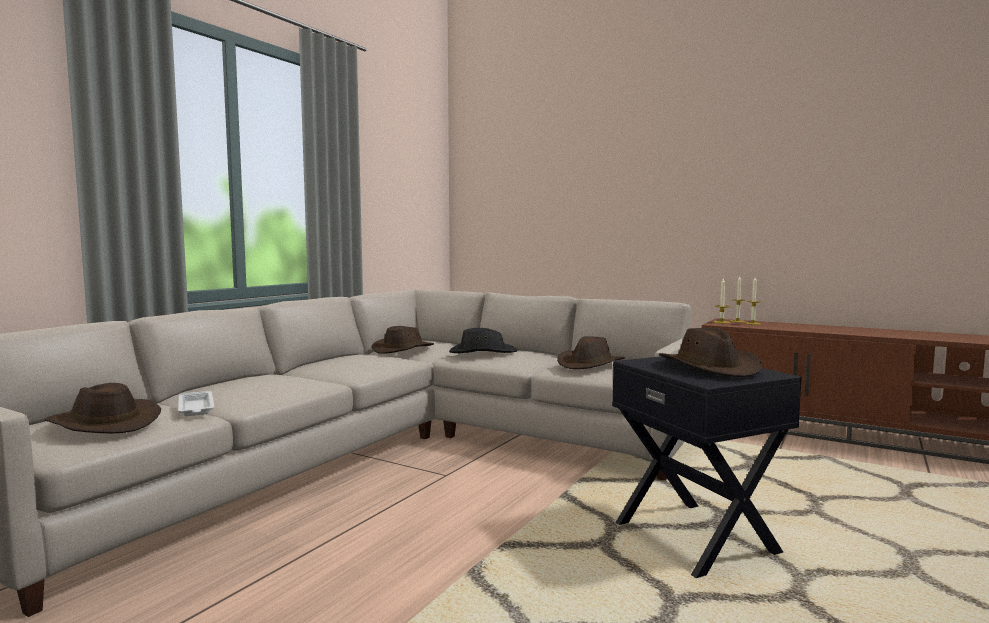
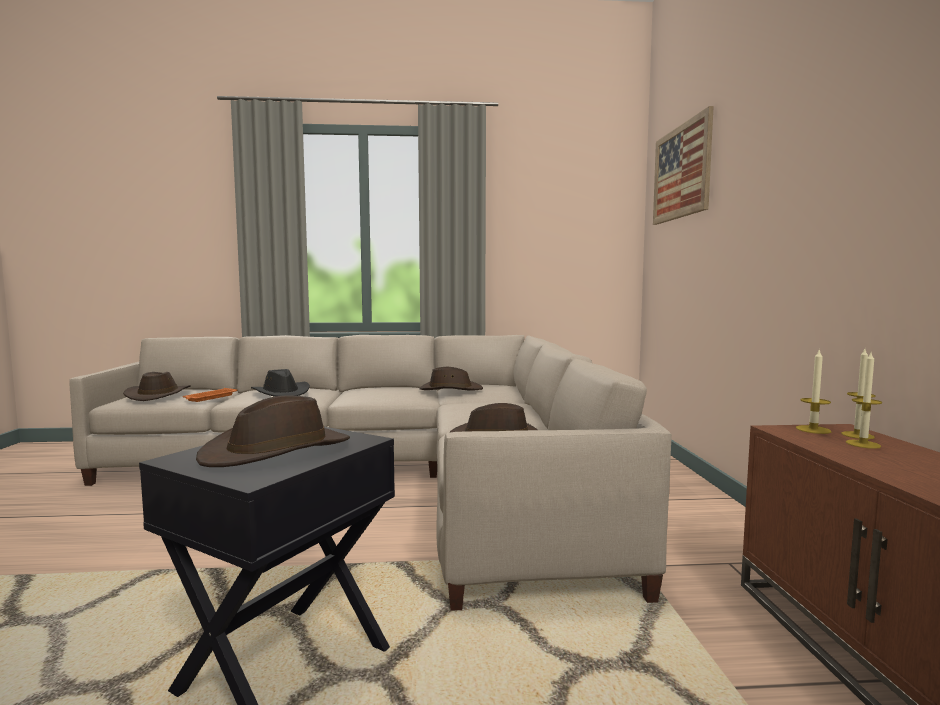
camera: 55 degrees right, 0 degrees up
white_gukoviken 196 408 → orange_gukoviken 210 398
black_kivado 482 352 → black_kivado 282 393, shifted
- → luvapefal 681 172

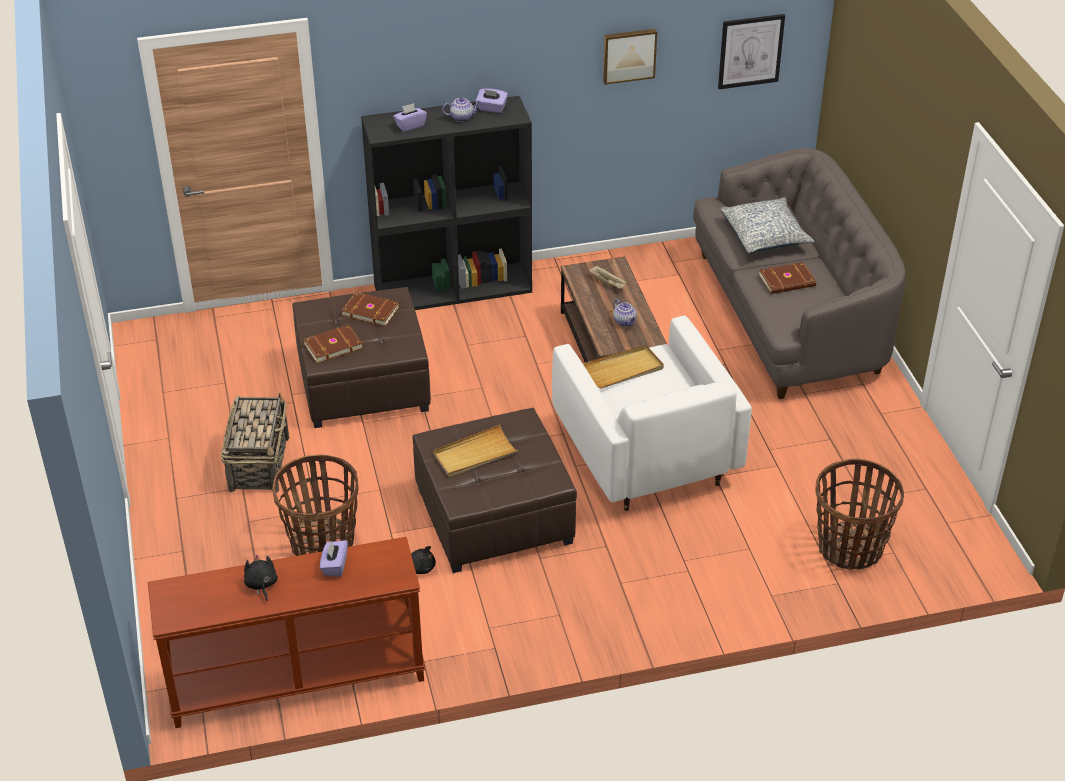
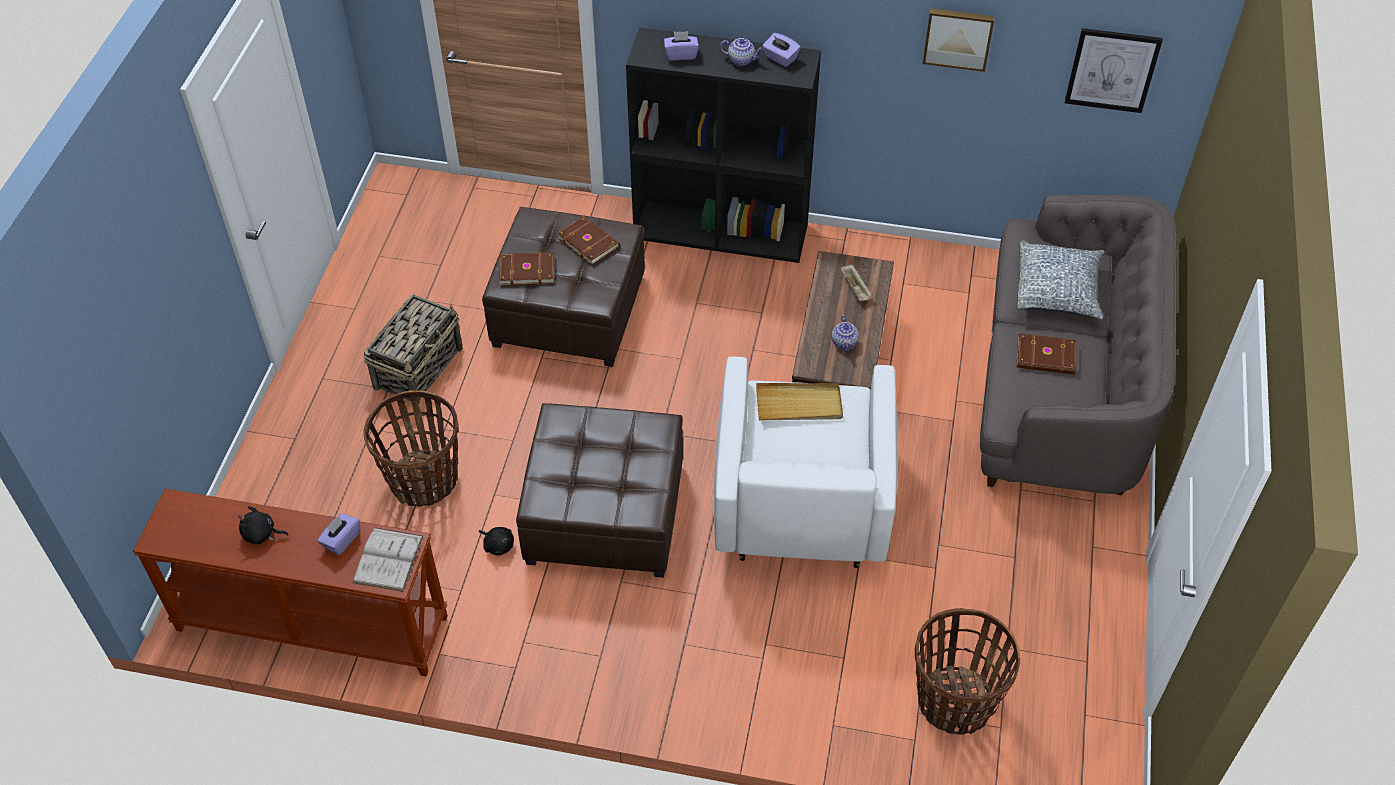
camera: 25 degrees right, 10 degrees up
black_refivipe 261 585 → black_refivipe 261 534, 90 degrees counterclockwise
- → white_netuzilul 388 559
beige_gukoviken 475 454 → -

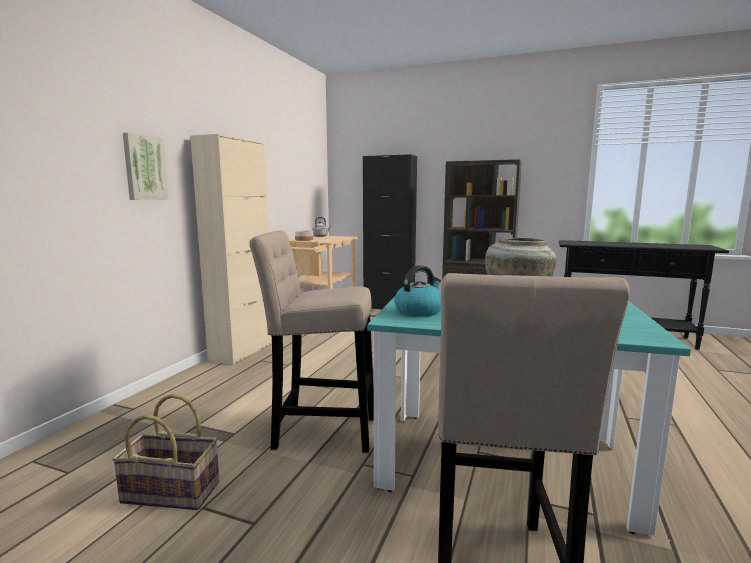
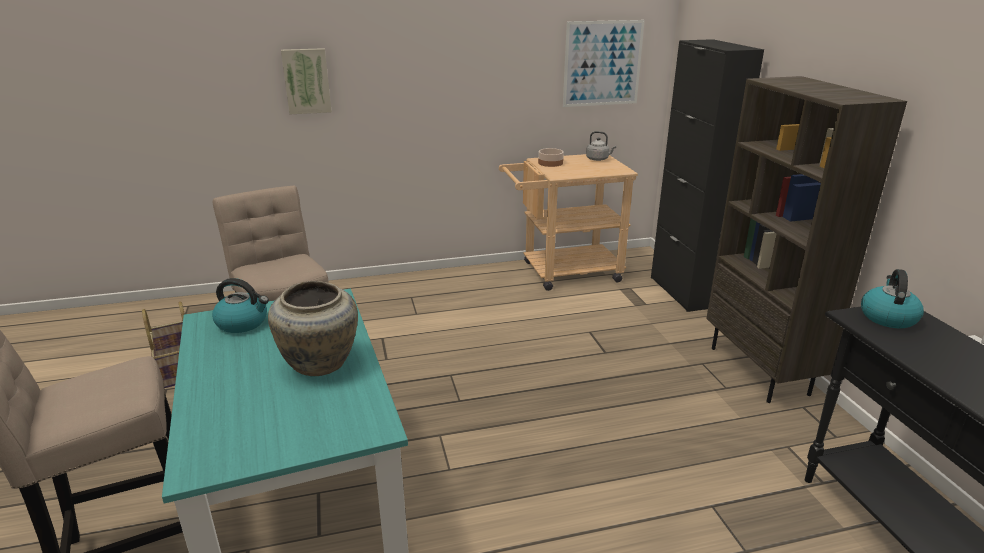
camera: 55 degrees right, 15 degrees up
- → luvapefal 602 63
- → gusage 887 317
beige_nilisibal 242 351 → -

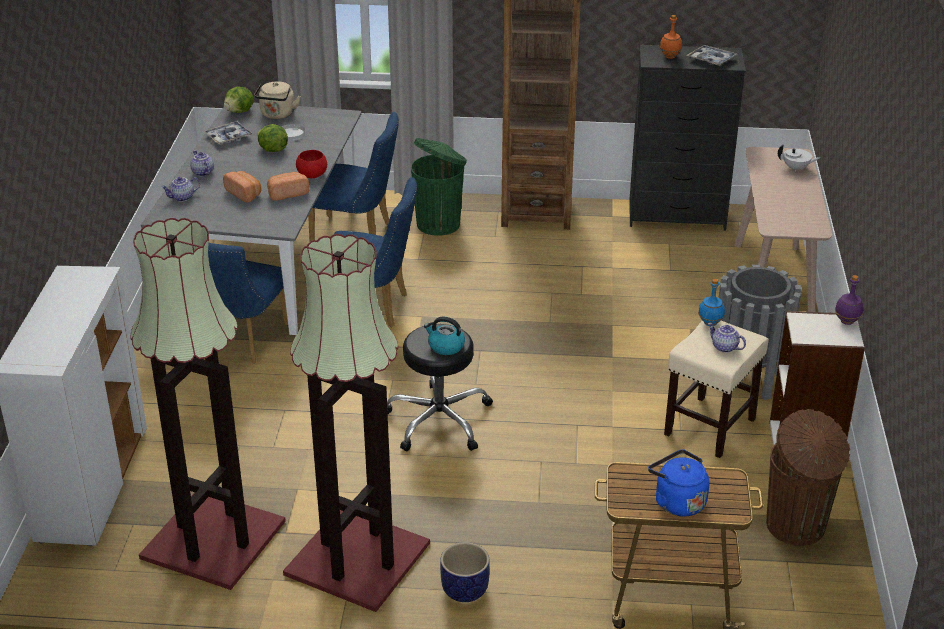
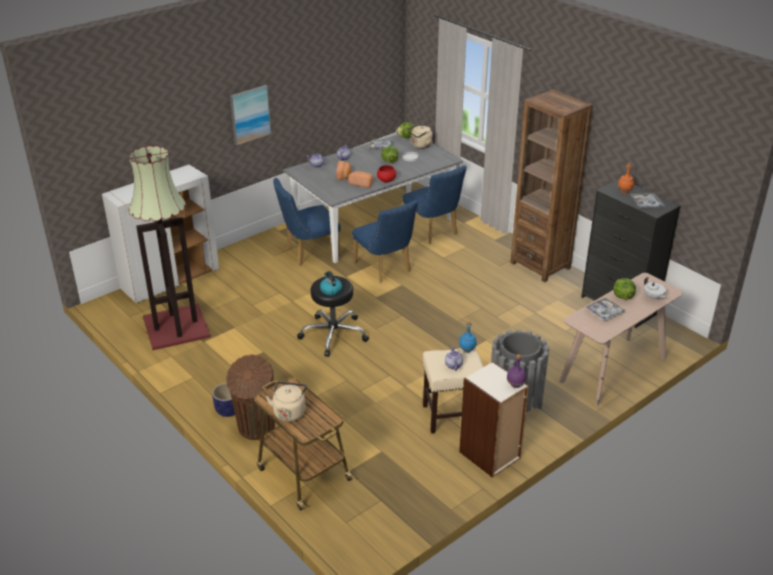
camera: 45 degrees right, 0 degrees up
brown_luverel 796 527 → brown_luverel 256 428, shifted
- → luvapefal 250 114
blue_gusage 677 501 → beige_gusage 289 411
- → gukoviken 604 312
- → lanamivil 622 296
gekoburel 357 557 → -
green_luverel 439 223 → -

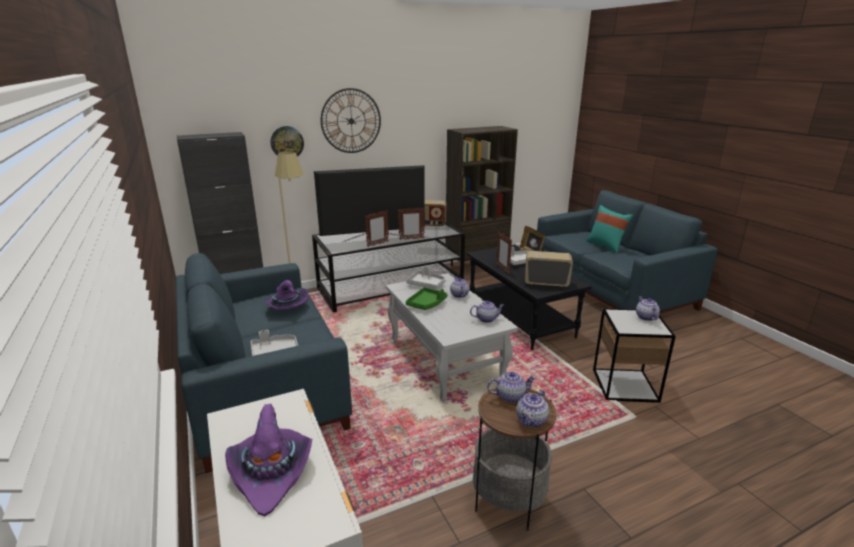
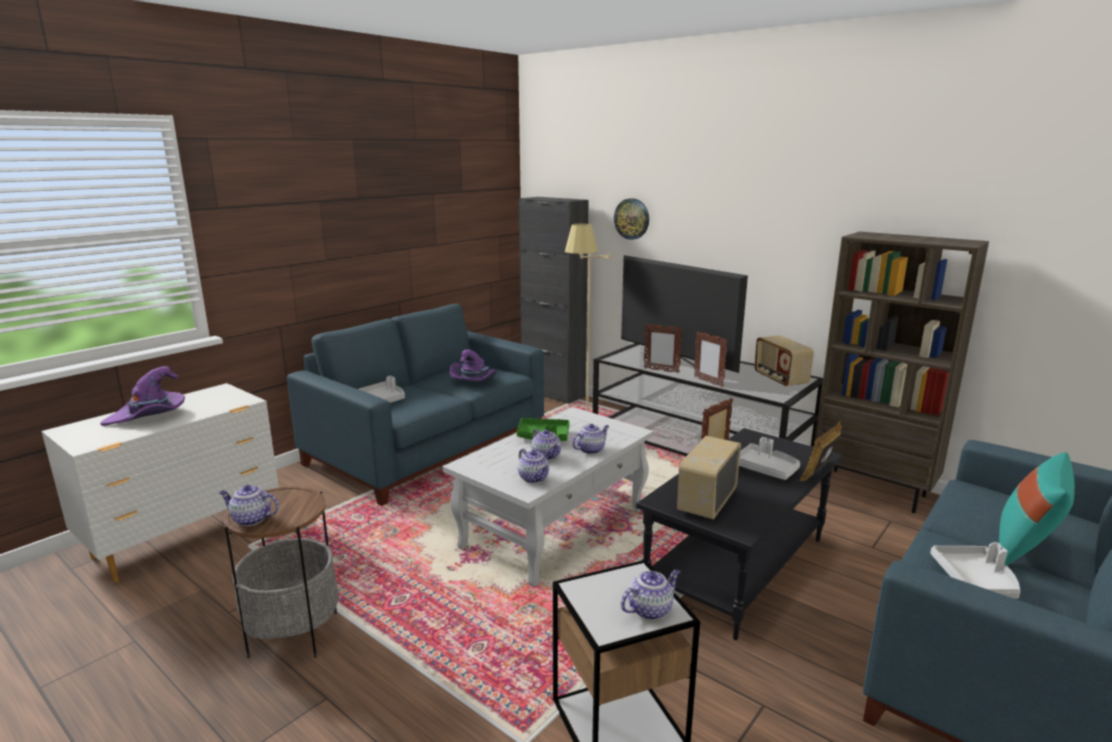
camera: 65 degrees right, 5 degrees down
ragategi 510 396 → ragategi 546 456, shifted
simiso 546 283 → simiso 706 502, 135 degrees counterclockwise
grey_gukoviken 426 284 → grey_gukoviken 975 581, shifted
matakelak 351 121 → -

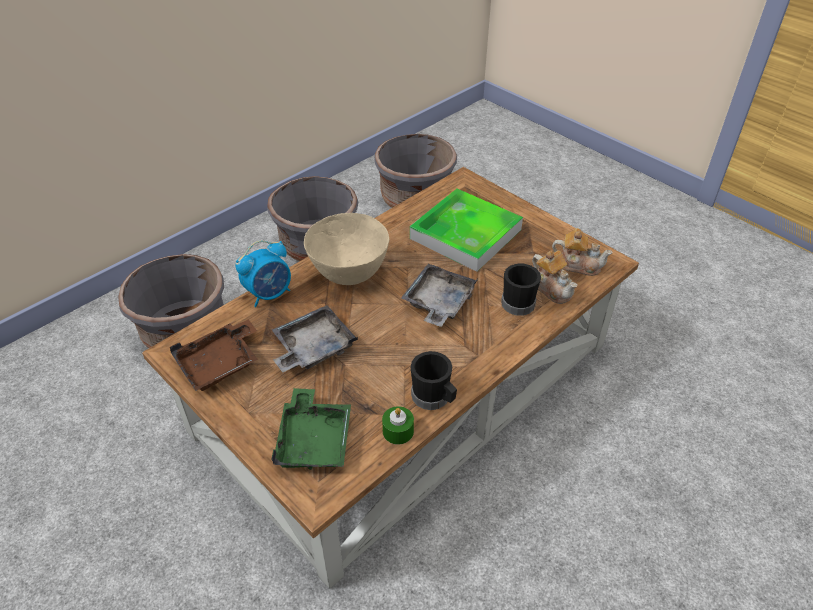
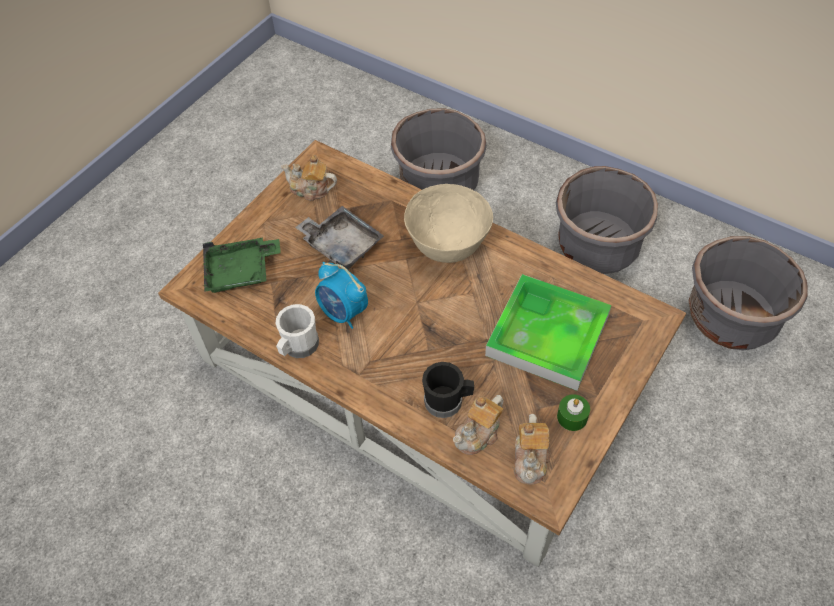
camera: 80 degrees right, 10 degrees up
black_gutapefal 434 398 → white_gutapefal 298 346
brown_gukoviken 220 364 → ragategi 311 189
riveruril 269 294 → riveruril 343 313, shifted
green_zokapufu 398 431 → green_zokapufu 572 417, shifted
grey_gukoviken 438 303 → -

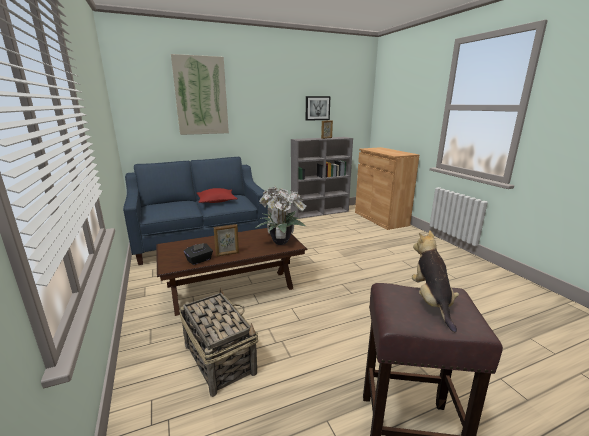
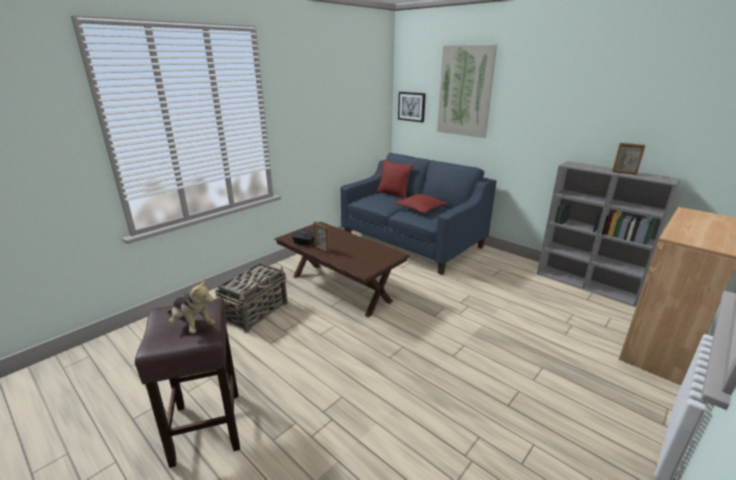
camera: 65 degrees right, 5 degrees up
refivipe 431 302 → refivipe 192 325, 60 degrees clockwise
- → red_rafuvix 393 194
luvapefal 317 108 → luvapefal 412 106, shifted
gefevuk 279 241 → -

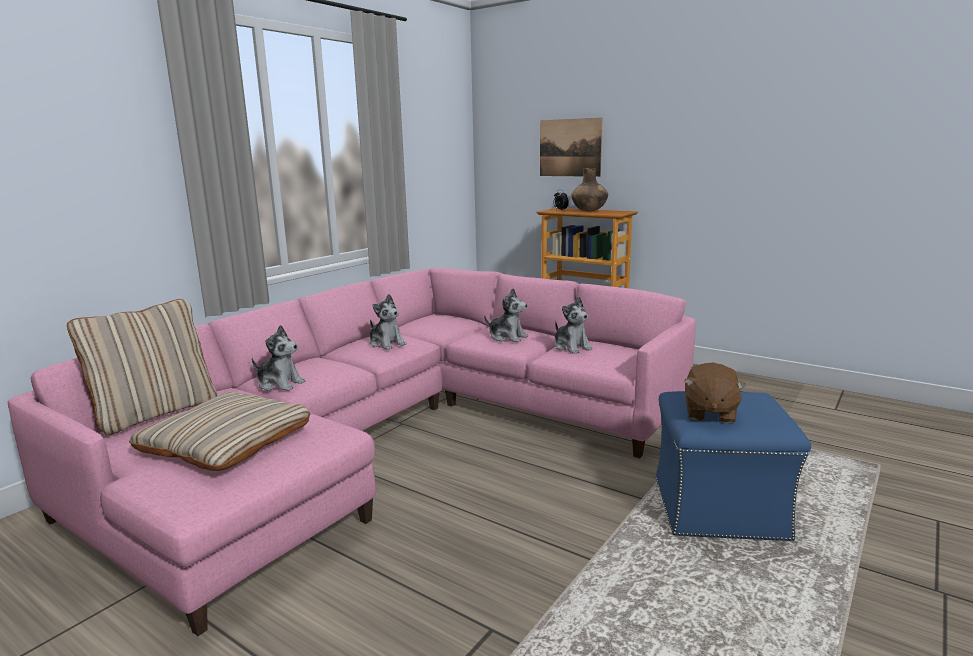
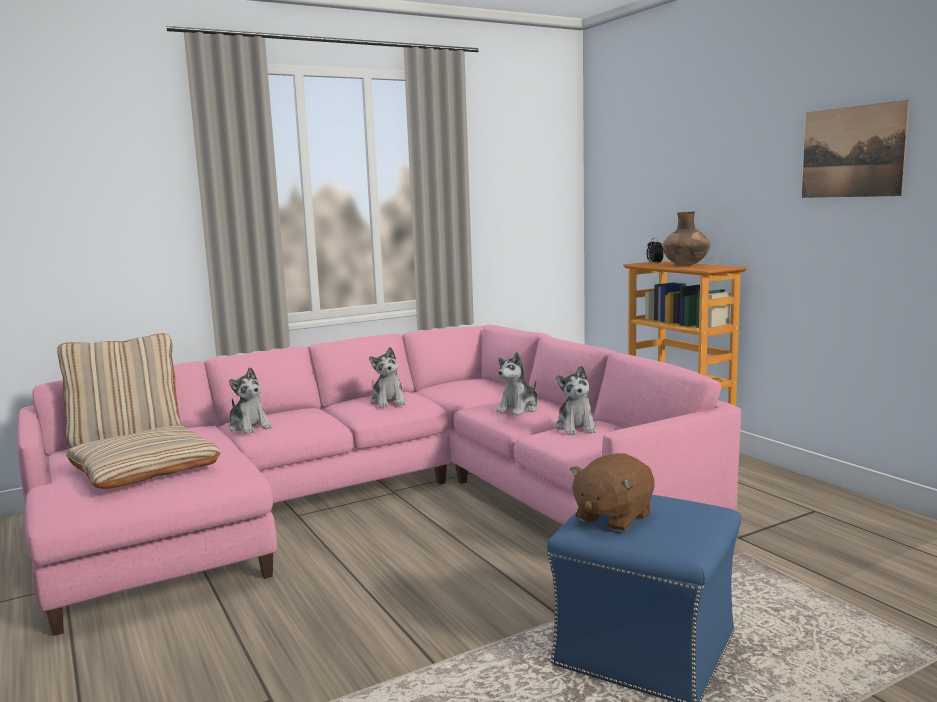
camera: 25 degrees right, 5 degrees down
refivipe 507 337 → refivipe 519 409, 75 degrees clockwise
luvapefal 570 148 → luvapefal 852 152, shifted

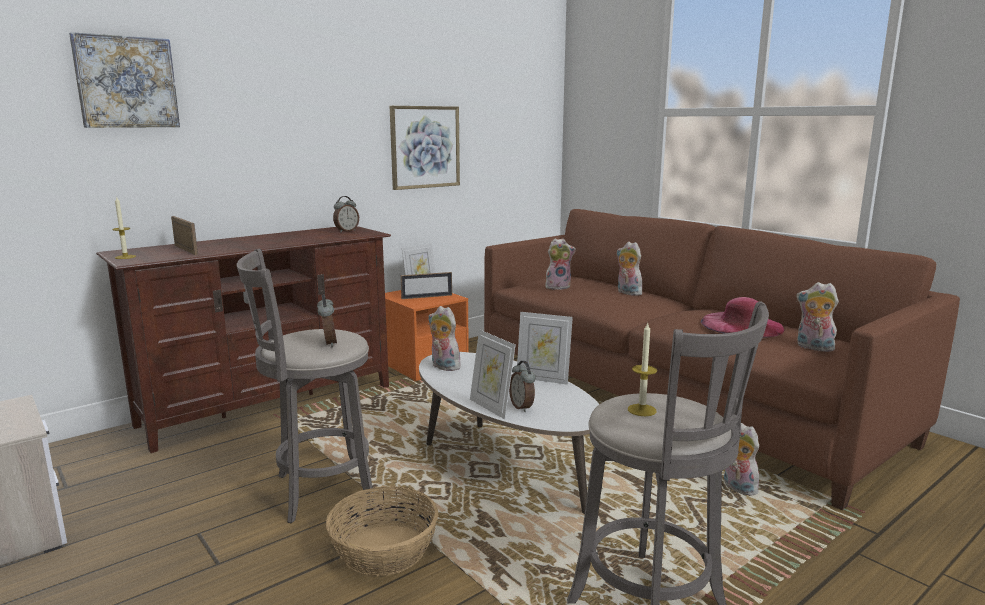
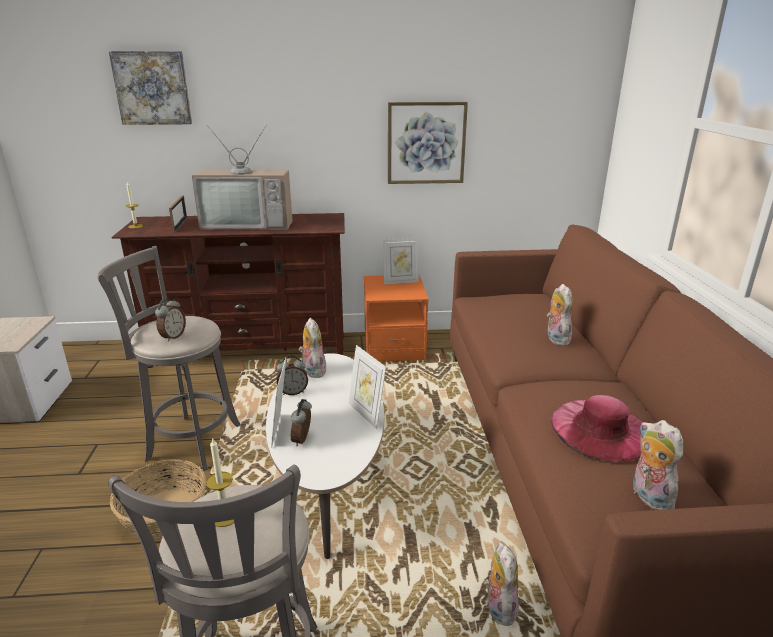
camera: 35 degrees right, 10 degrees up
- → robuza 249 224
riveruril 346 231 → riveruril 293 392, shifted
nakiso 427 297 → -
refivipe 558 287 → -

